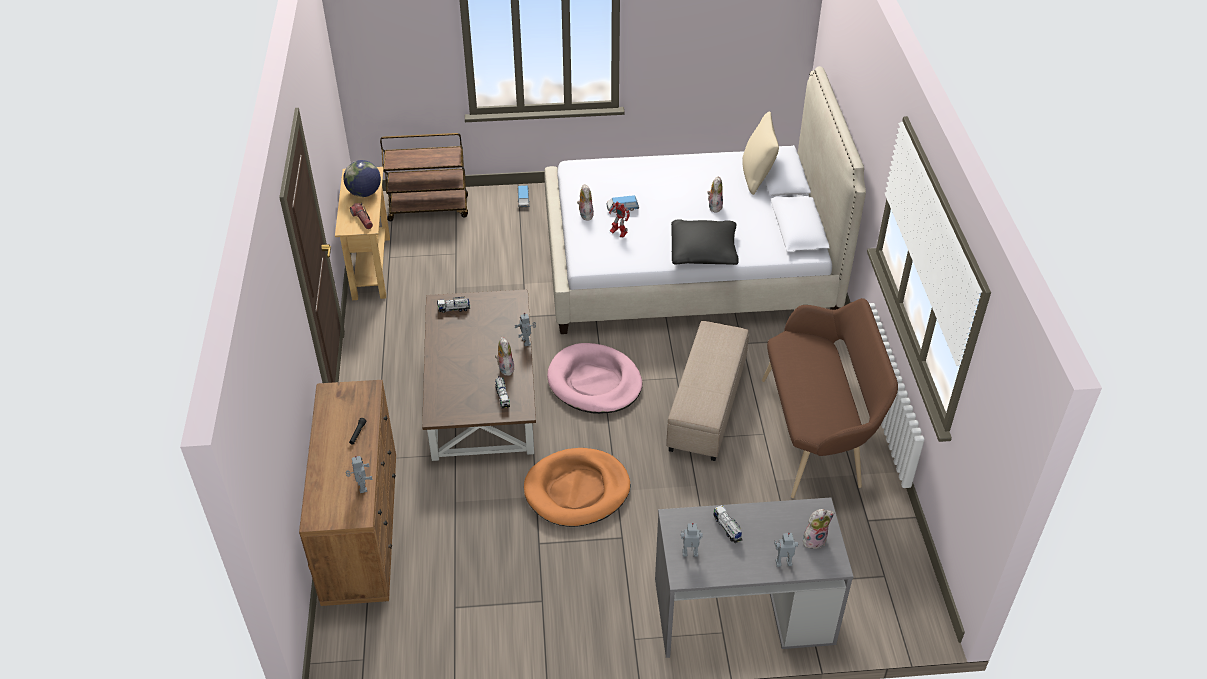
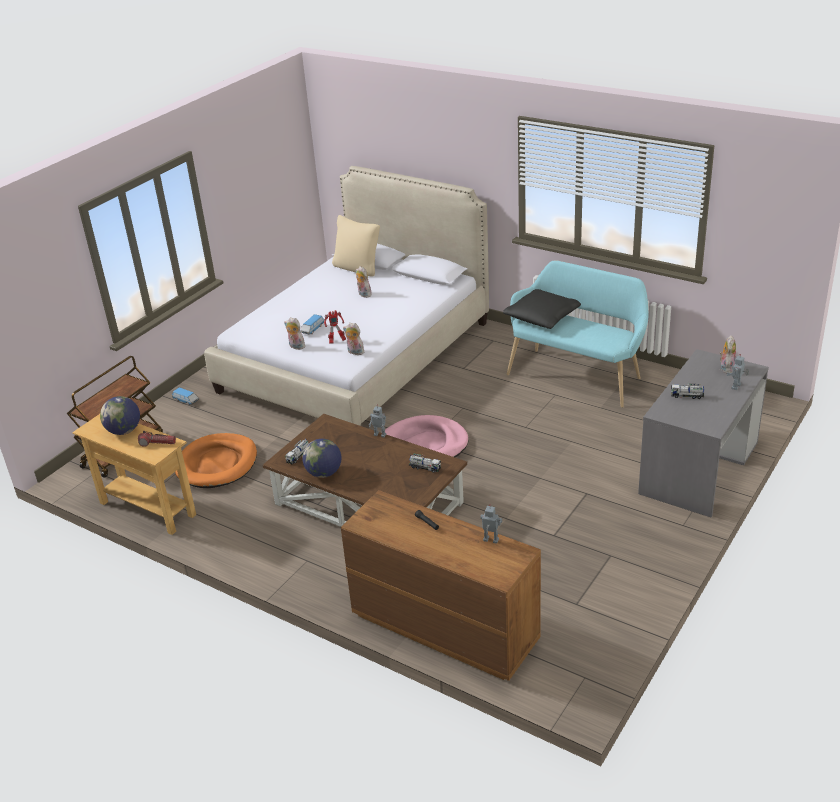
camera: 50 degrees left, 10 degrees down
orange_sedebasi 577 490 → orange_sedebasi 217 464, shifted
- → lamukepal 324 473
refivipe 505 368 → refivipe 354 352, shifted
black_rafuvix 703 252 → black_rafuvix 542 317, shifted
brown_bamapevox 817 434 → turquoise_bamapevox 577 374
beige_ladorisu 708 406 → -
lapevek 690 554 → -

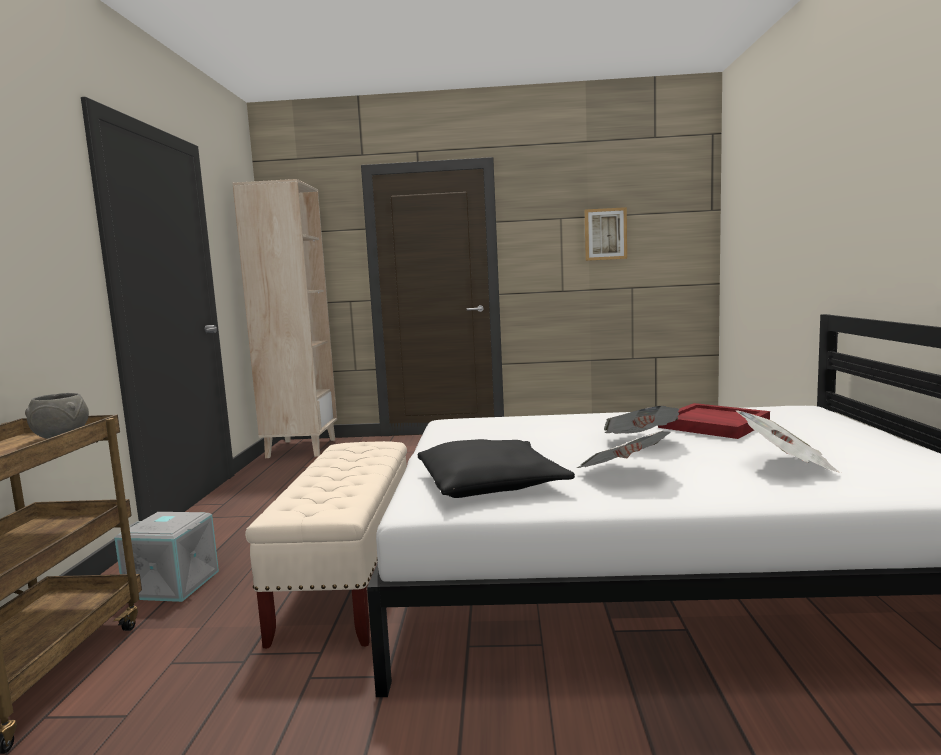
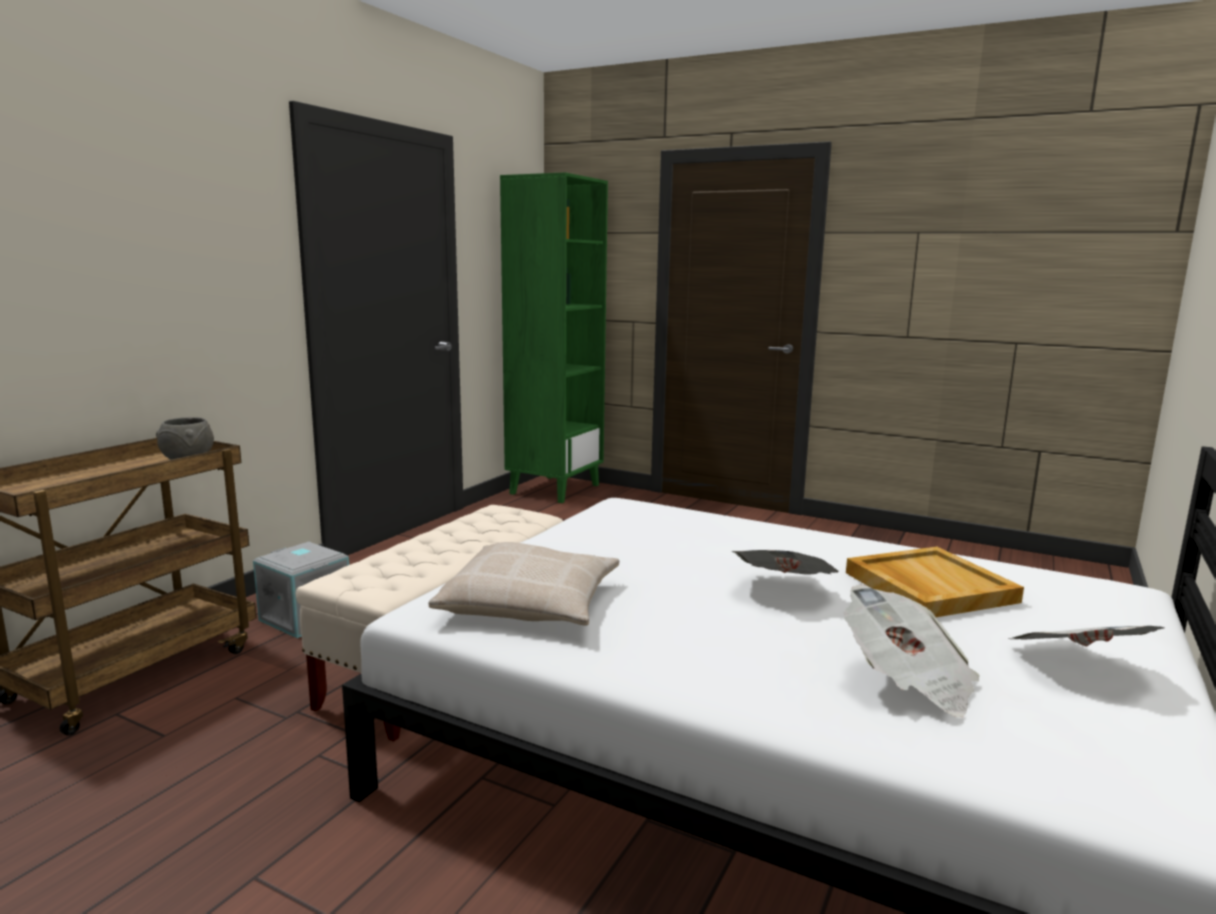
camera: 25 degrees right, 5 degrees up
black_rafuvix 491 484 → beige_rafuvix 530 604
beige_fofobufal 301 448 → green_fofobufal 554 489
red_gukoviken 712 425 → beige_gukoviken 928 587
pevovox 622 474 → pevovox 1075 665, shifted
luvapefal 605 234 → -

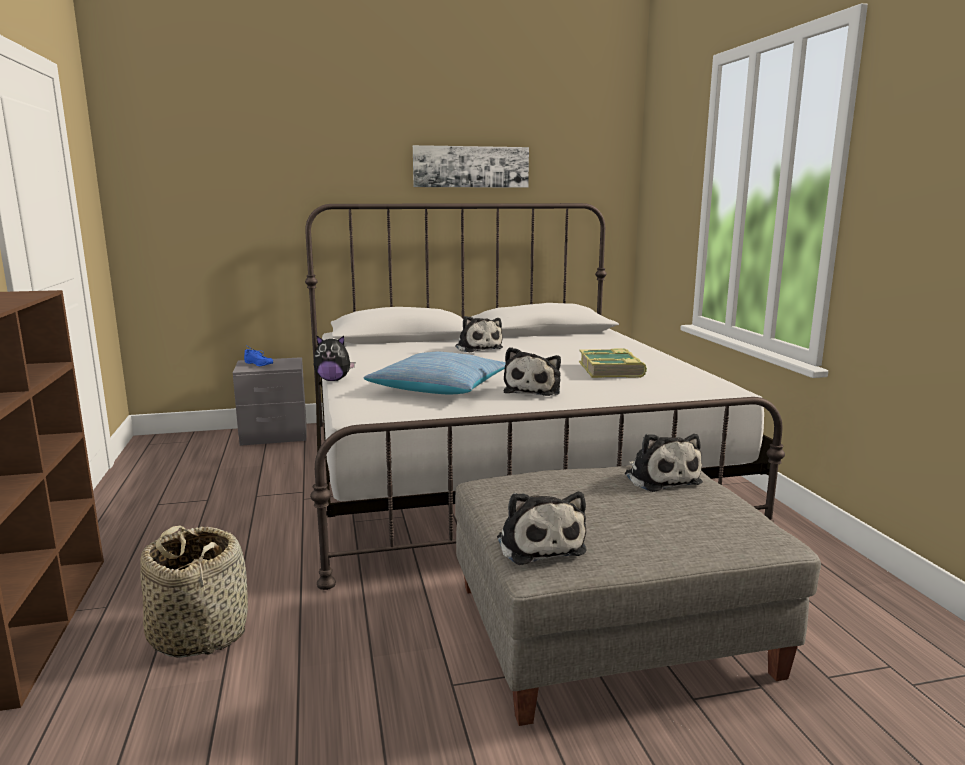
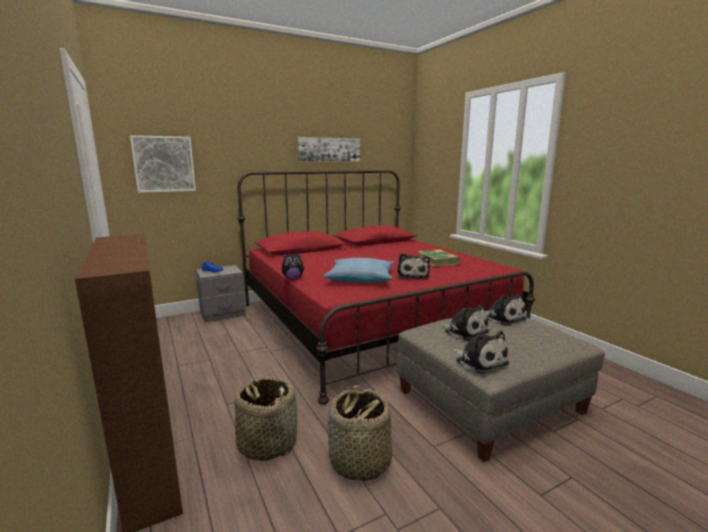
camera: 15 degrees left, 0 degrees up
- → luvapefal 164 164
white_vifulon 500 469 → red_vifulon 371 321
- → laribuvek 359 462
refivipe 478 348 → refivipe 464 331, shifted

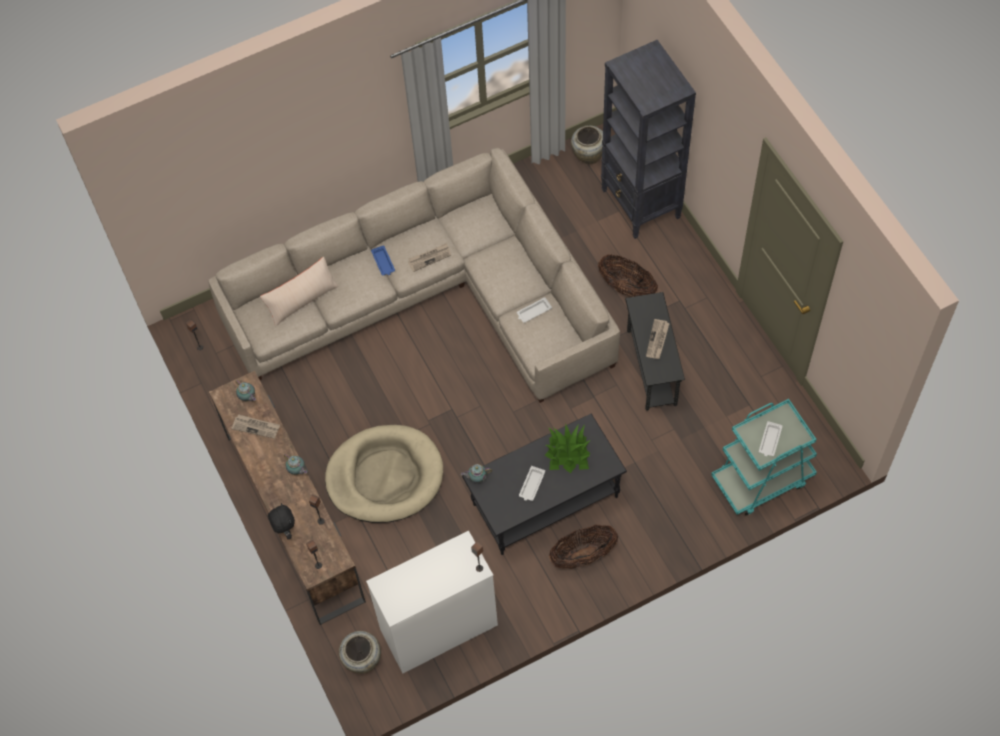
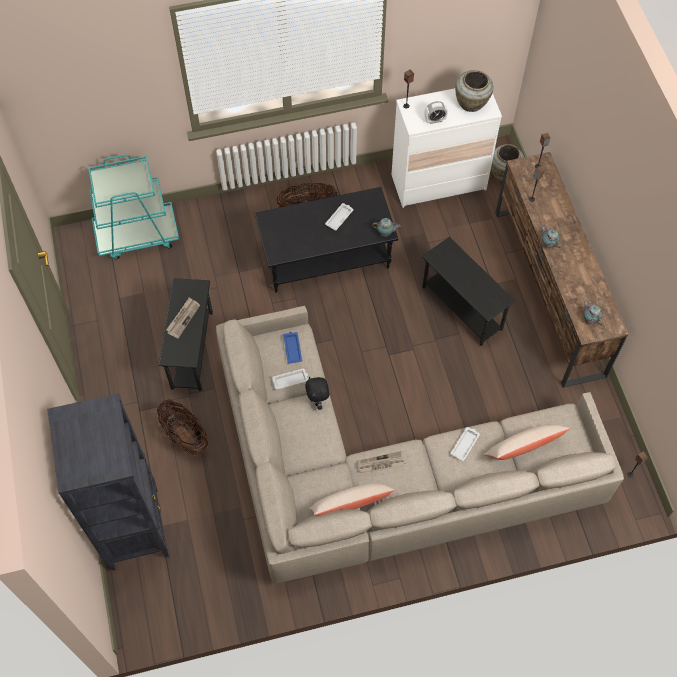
camera: 170 degrees left, 0 degrees up
blue_gukoviken 383 262 → blue_gukoviken 292 348, shifted
black_refivipe 285 530 → black_refivipe 318 401, shifted
- → beige_rafuvix 350 505
beige_sedebasi 385 476 → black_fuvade 462 308
- → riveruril 435 120
white_gukoviken 770 441 → white_gukoviken 465 444, shifted
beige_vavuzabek 588 155 → beige_vavuzabek 471 104, shifted
pevovox 256 427 → -
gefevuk 568 453 → -

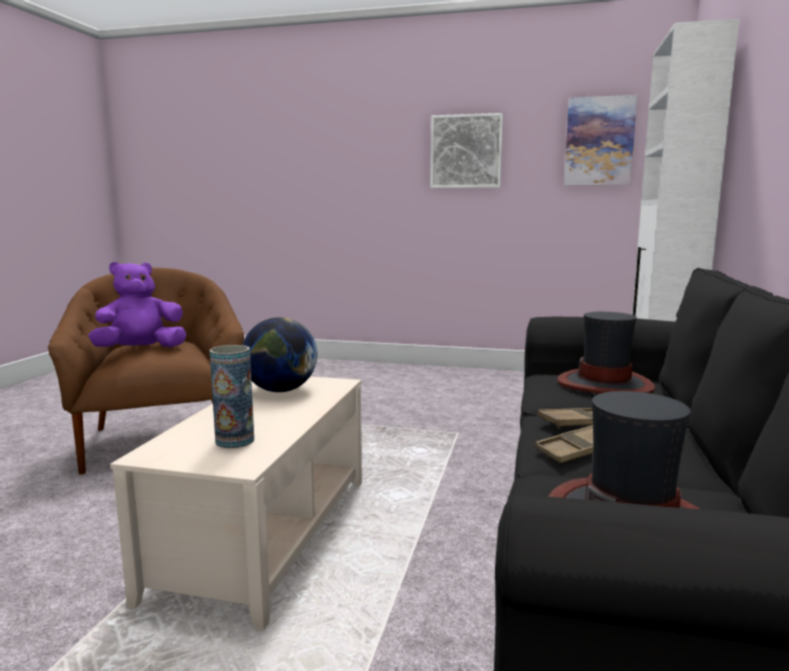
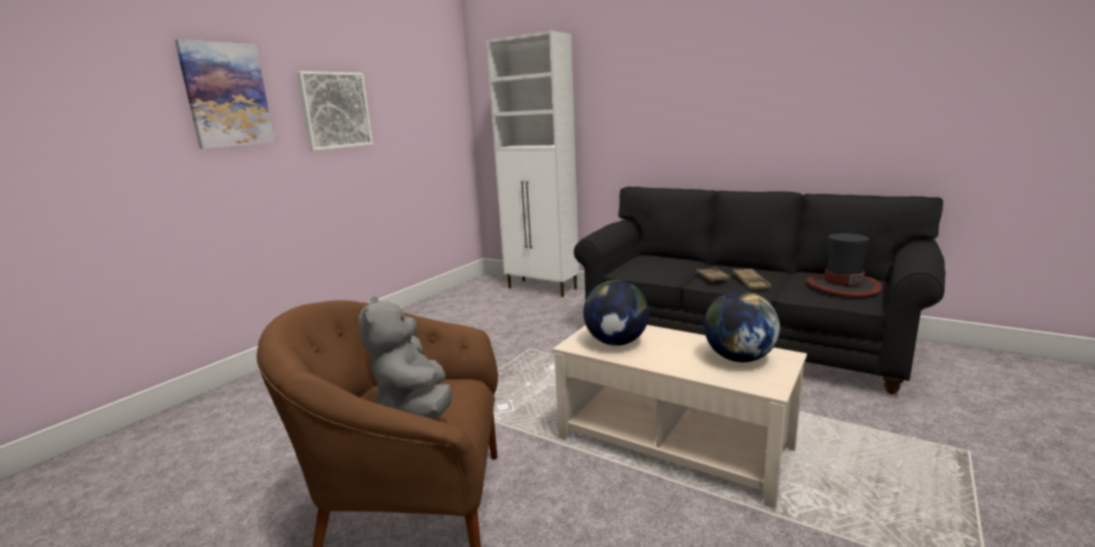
camera: 70 degrees left, 5 degrees up
luvapefal 599 141 → luvapefal 227 95, shifted
purple_refivipe 141 350 → grey_refivipe 415 407
vavuzabek 235 441 → lamukepal 738 358
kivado 605 384 → -

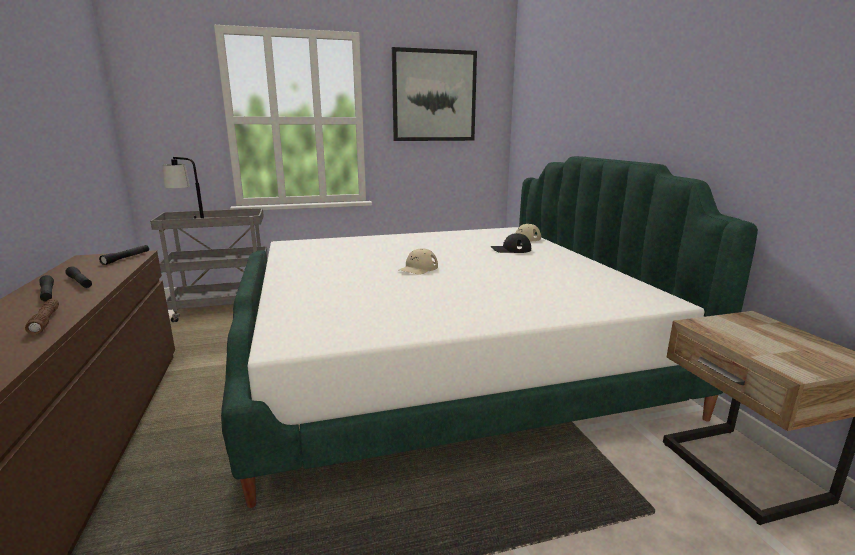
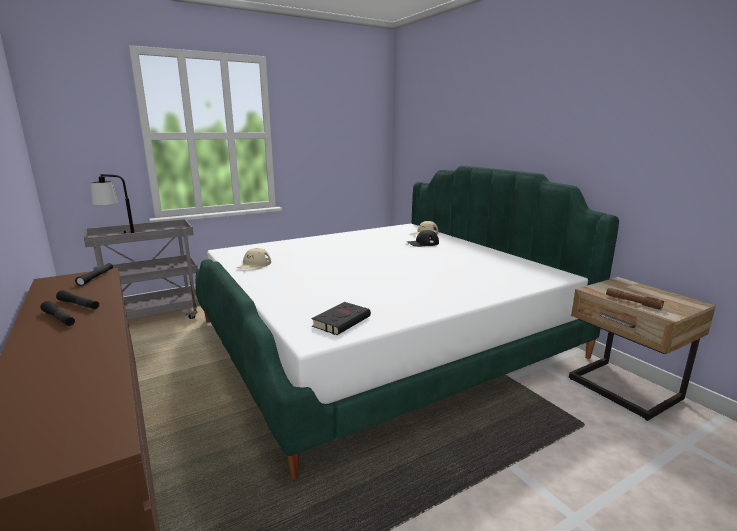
camera: 15 degrees left, 0 degrees up
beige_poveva 418 268 → beige_poveva 254 265, shifted
- → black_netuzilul 342 321
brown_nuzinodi 45 321 → brown_nuzinodi 632 302, shifted
luvapefal 434 96 → -

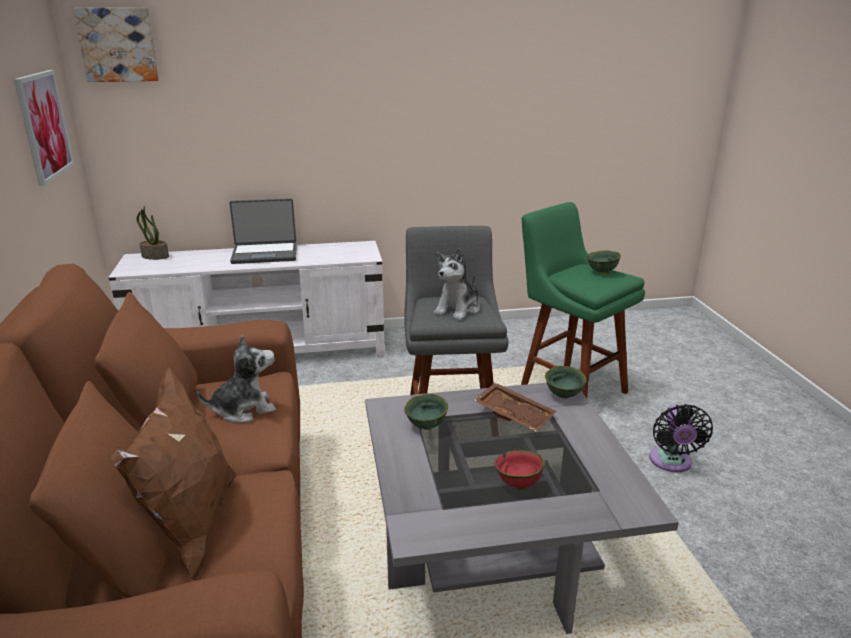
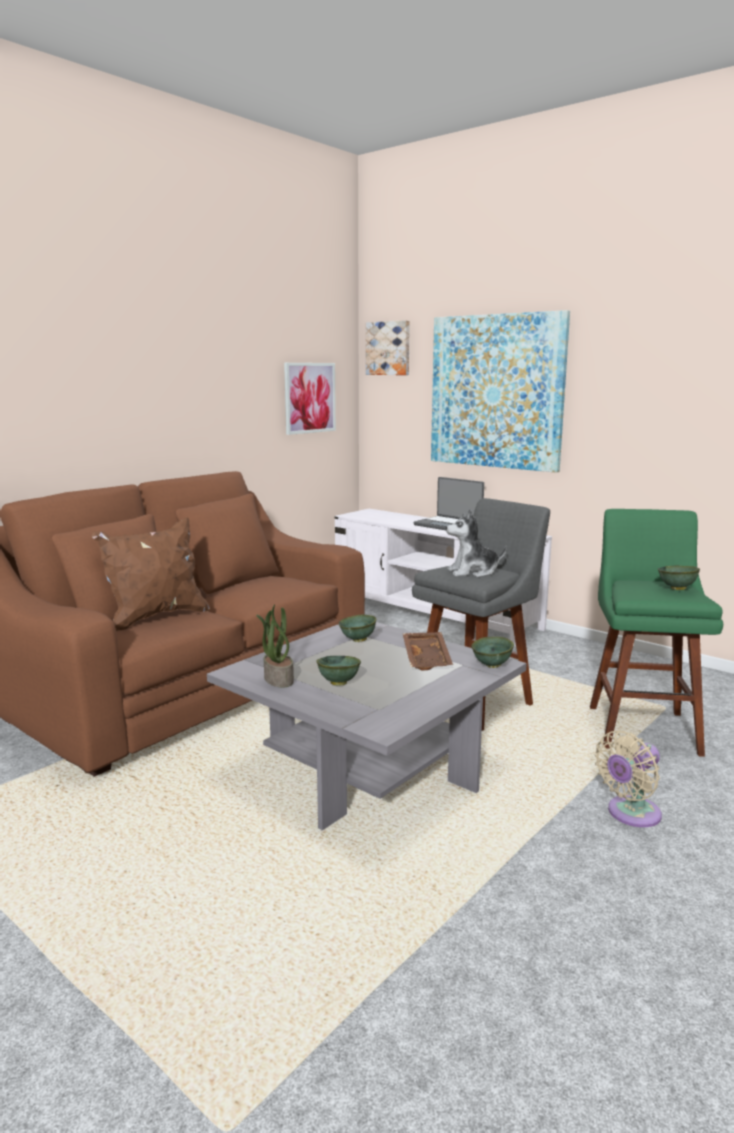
camera: 50 degrees right, 10 degrees down
gefevuk 154 256 → gefevuk 278 679, shifted
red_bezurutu 518 485 → green_bezurutu 338 683
- → luvapefal 496 392
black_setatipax 671 463 → beige_setatipax 630 814
refivipe 243 409 → -

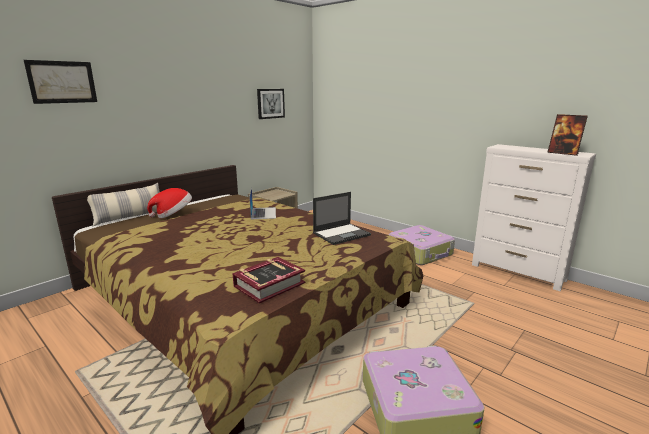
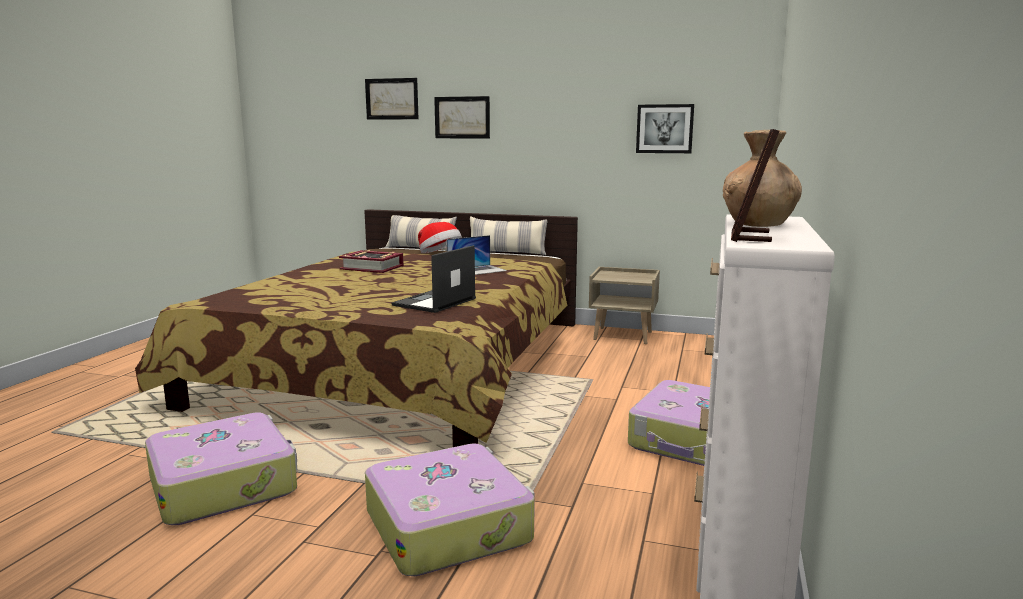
camera: 65 degrees right, 5 degrees down
netuzilul 269 284 → netuzilul 372 267, shifted
- → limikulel 449 525
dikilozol 342 234 → dikilozol 434 302, 90 degrees clockwise
- → luvapefal 462 117
- → rafuvix 507 253
- → brown_vavuzabek 758 224

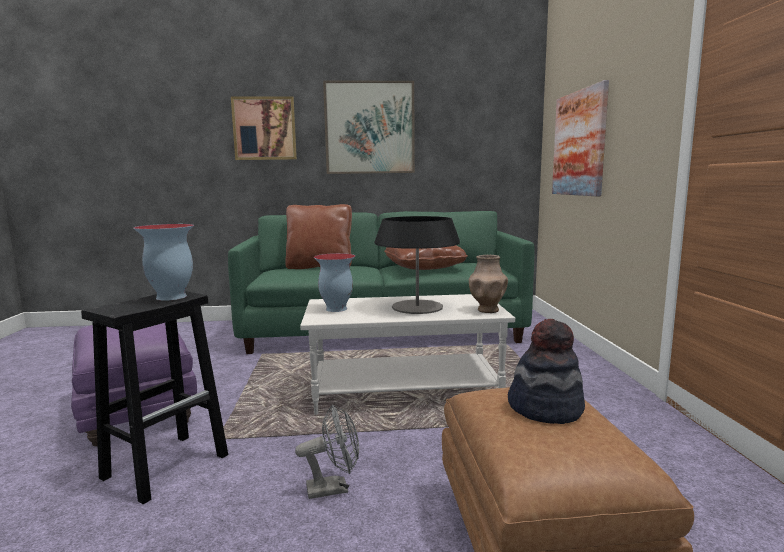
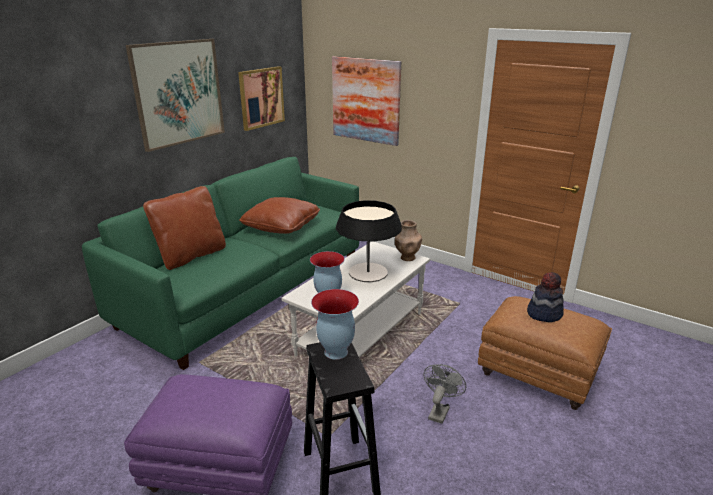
camera: 50 degrees left, 15 degrees up
luvapefal 264 128 → luvapefal 261 97, shifted

